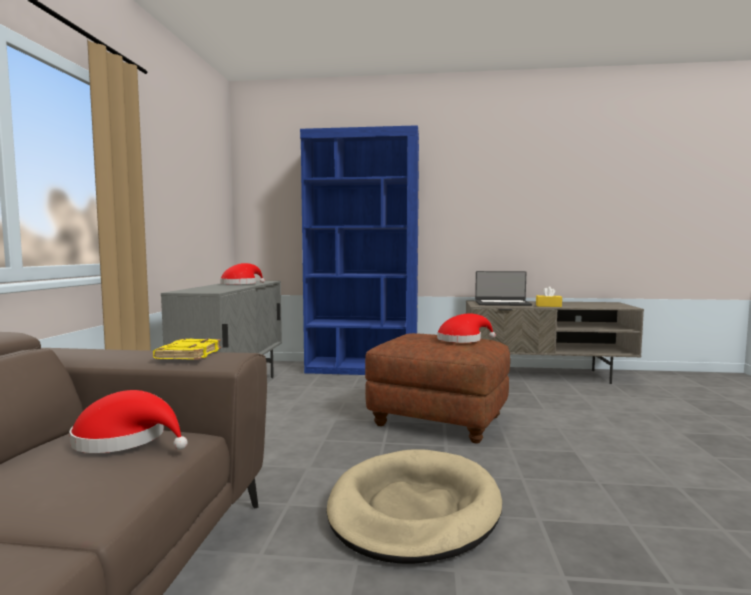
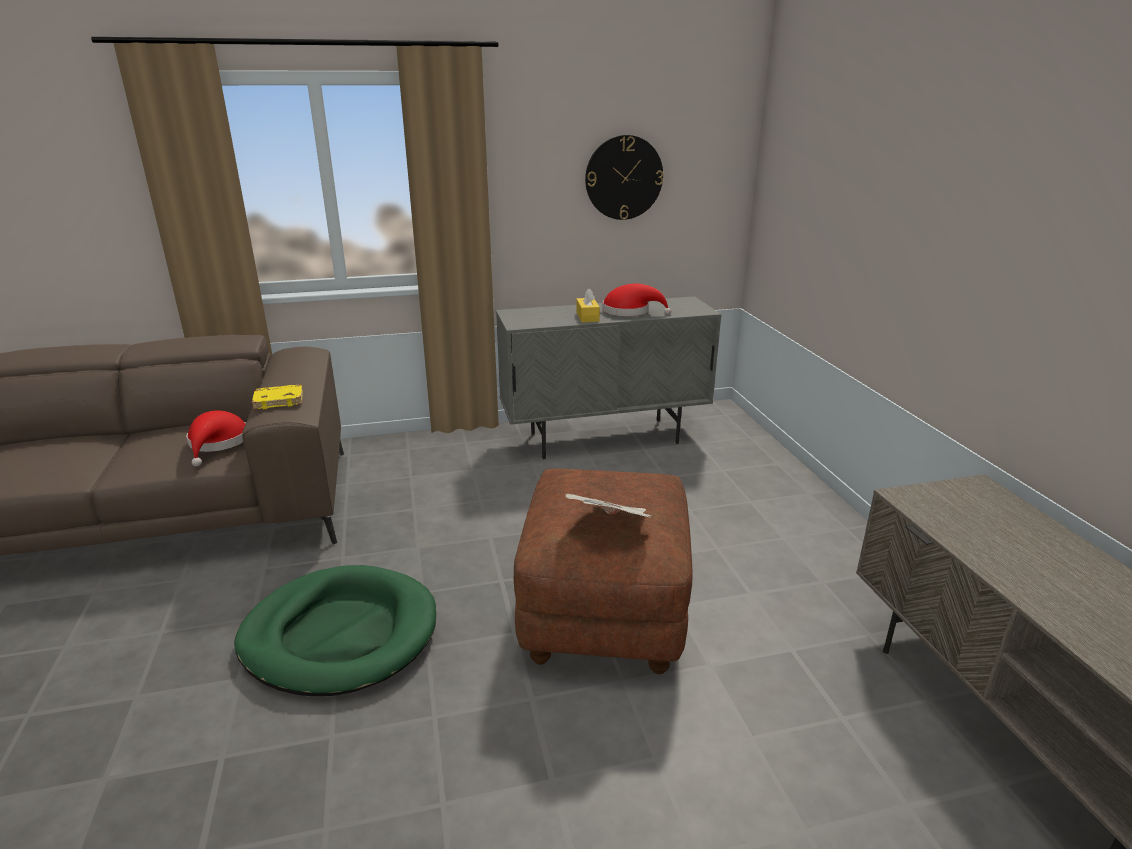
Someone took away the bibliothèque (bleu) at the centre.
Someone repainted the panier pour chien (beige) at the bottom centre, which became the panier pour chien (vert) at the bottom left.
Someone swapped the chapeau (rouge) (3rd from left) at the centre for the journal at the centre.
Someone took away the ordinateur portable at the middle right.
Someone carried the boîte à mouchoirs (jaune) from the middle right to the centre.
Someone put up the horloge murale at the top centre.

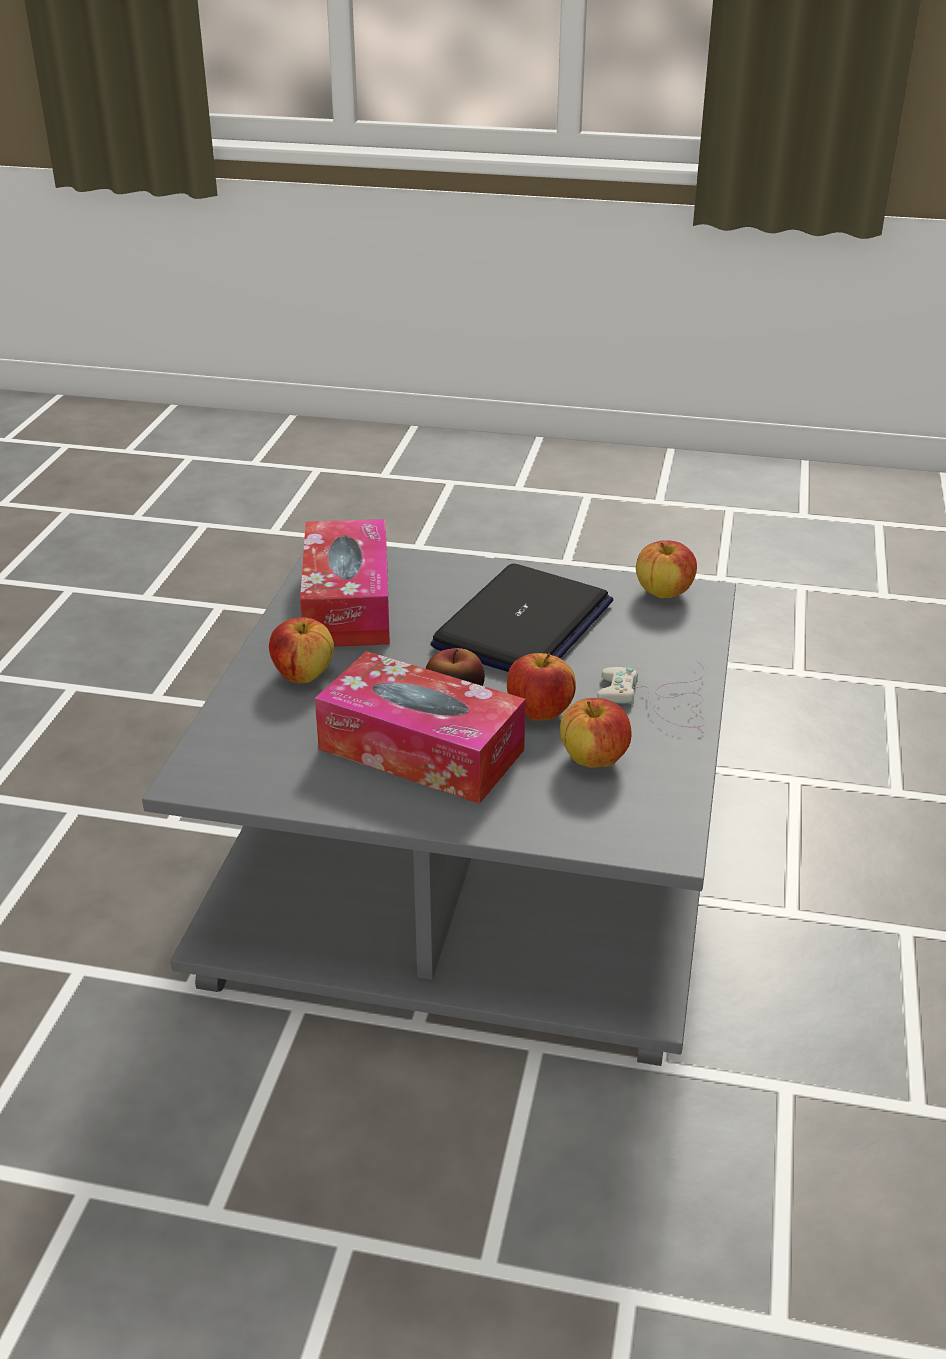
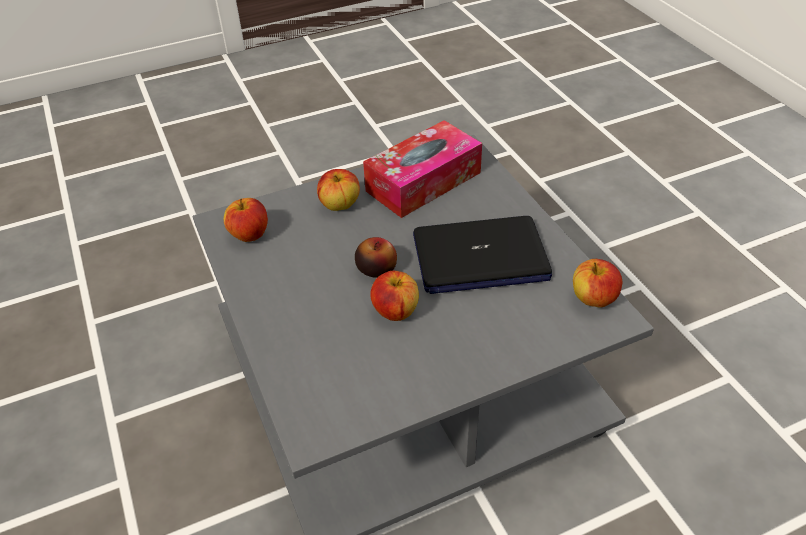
Someone took away the boîte à mouchoirs (2nd from left) at the centre.
Someone carried the pomme (4th from left in the first image) from the centre to the middle left.
Someone took away the manette (blanc) at the middle right.

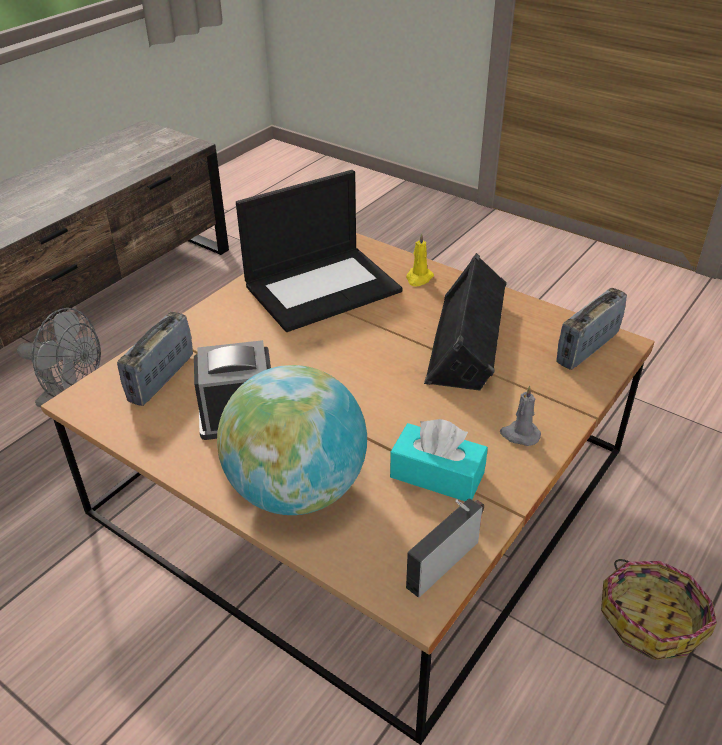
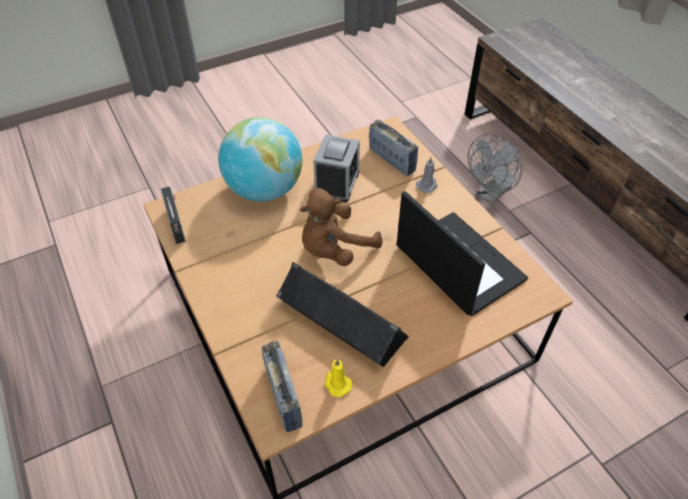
Someone rotated the ordinateur portable at the centre by 150 degrees clockwise.
Someone took away the boîte à mouchoirs (turquoise) at the centre.
Someone carried the bougie (jaune) from the centre to the bottom centre.
Someone carried the bougie (gris) from the middle right to the centre.
Someone took away the panier at the bottom right.
Someone put down the peluche (marron) at the centre.

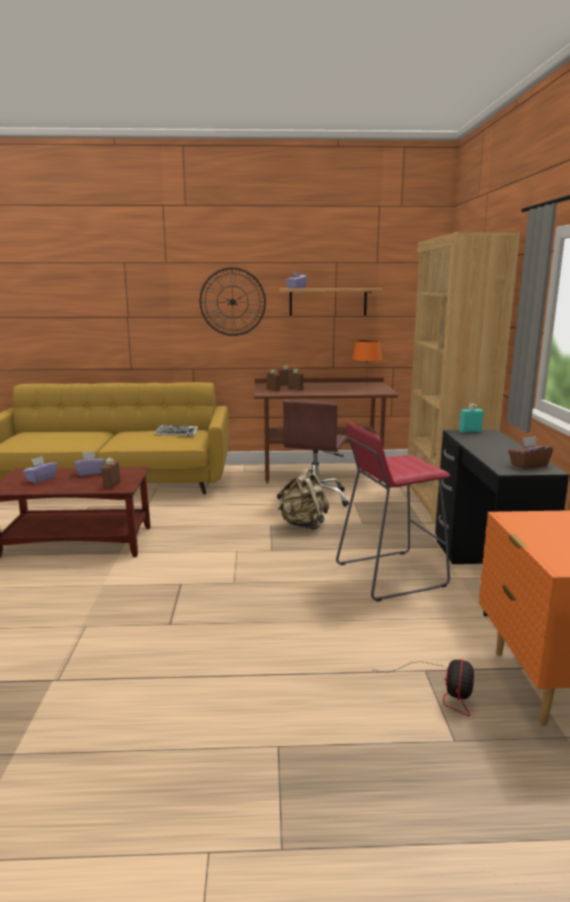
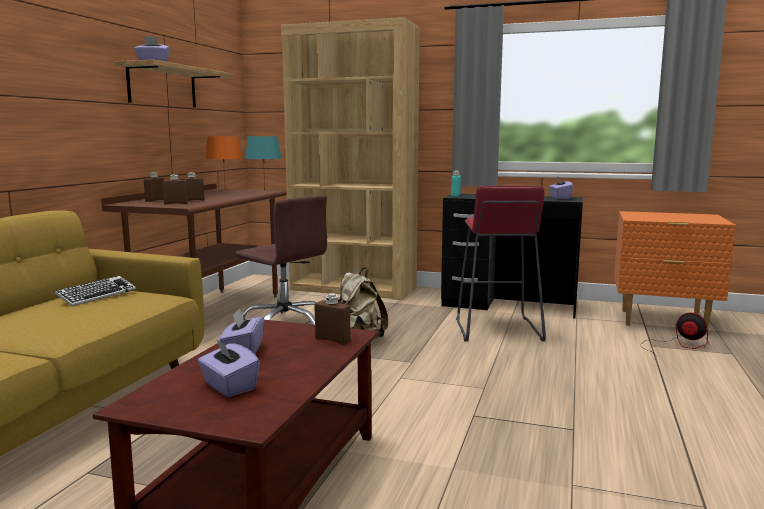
Someone took away the horloge murale at the centre.
Someone repainted the boîte à mouchoirs (marron) at the middle right, which became the boîte à mouchoirs (violet) (4th from left) at the middle right.
Someone put down the lampe de table (turquoise) at the top centre.

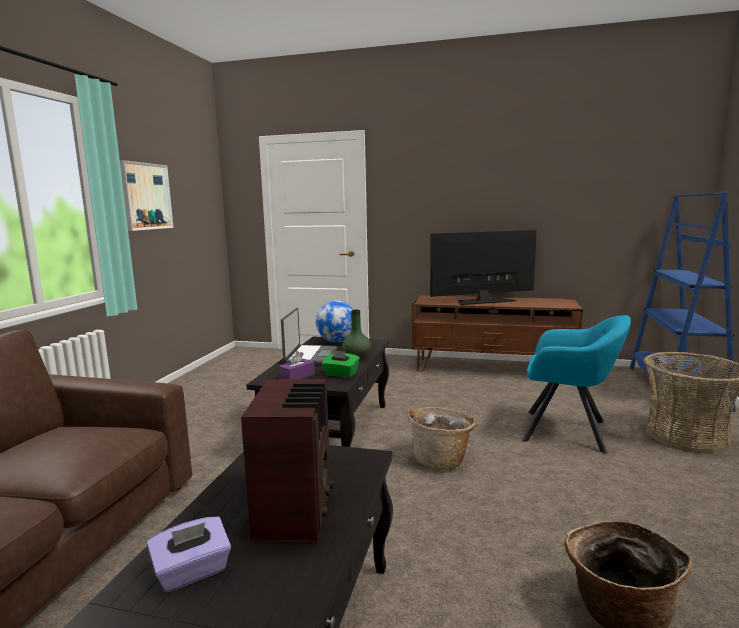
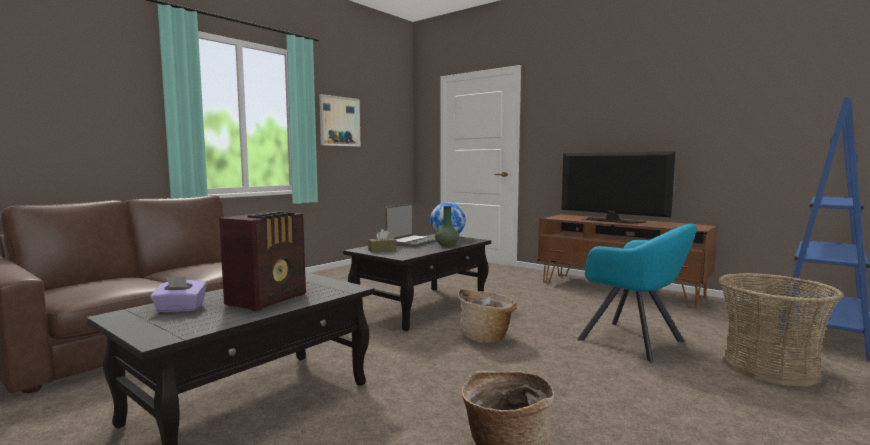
Someone repainted the boîte à mouchoirs (violet) (2nd from left) at the centre, which became the boîte à mouchoirs (marron) at the centre.
Someone took away the boîte à mouchoirs (vert) at the centre.
Someone rotated the téléviseur at the centre by 150 degrees counterclockwise.

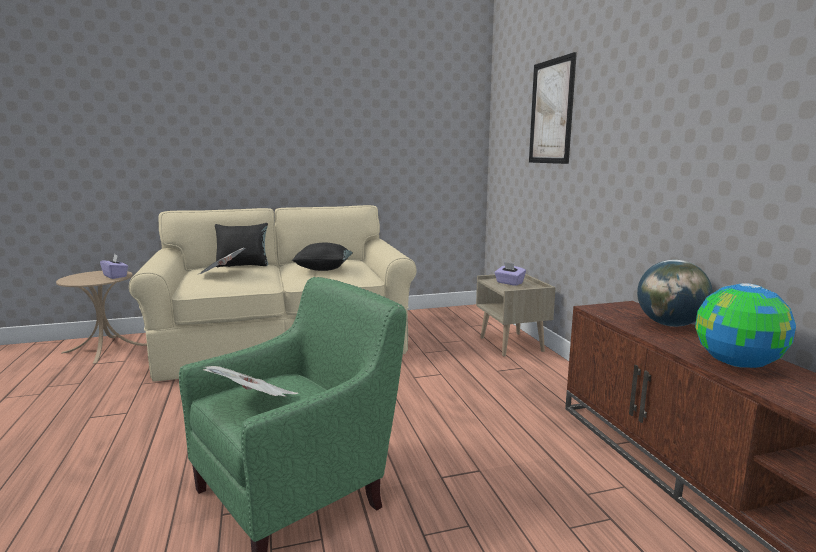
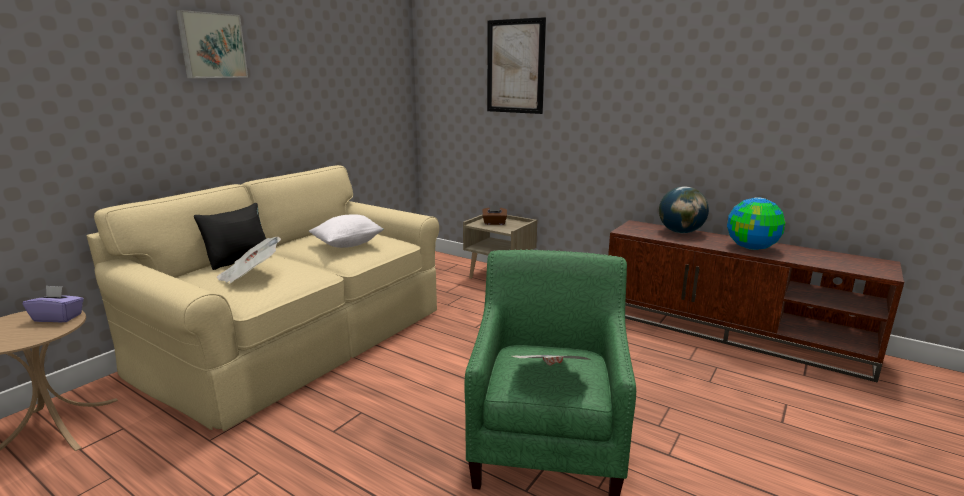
Someone repainted the coussin (noir) (2nd from left) at the centre, which became the coussin (blanc) at the centre.
Someone repainted the boîte à mouchoirs (violet) (2nd from left) at the centre, which became the boîte à mouchoirs (marron) at the centre.
Someone put up the tableau (1st from left) at the top left.

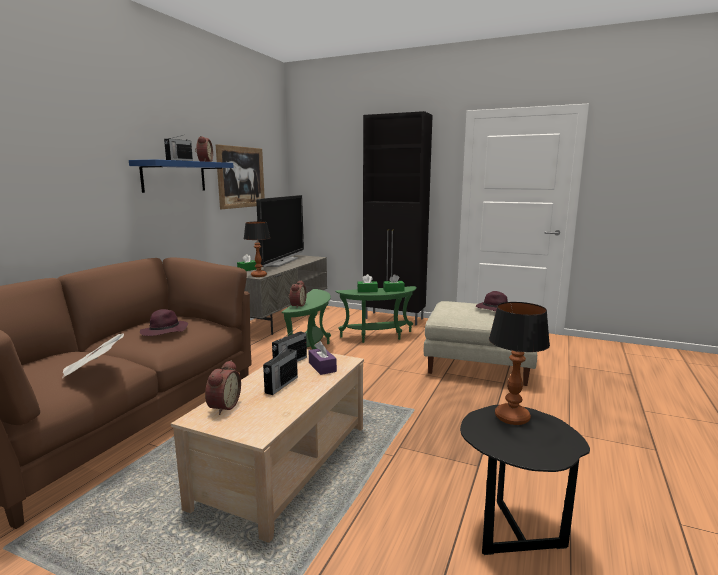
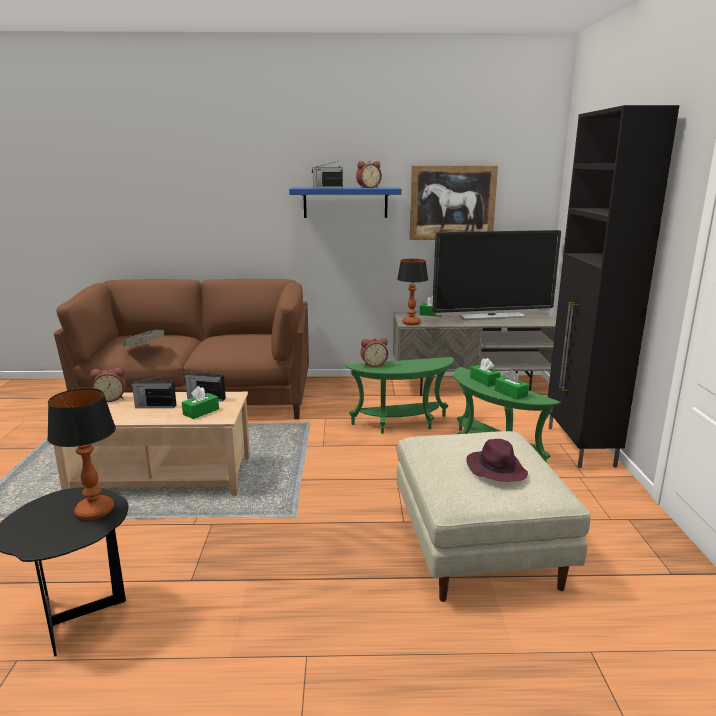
Someone took away the chapeau (violet) (1st from left) at the middle left.
Someone repainted the boîte à mouchoirs (violet) at the centre, which became the boîte à mouchoirs (vert) (1st from left) at the middle left.

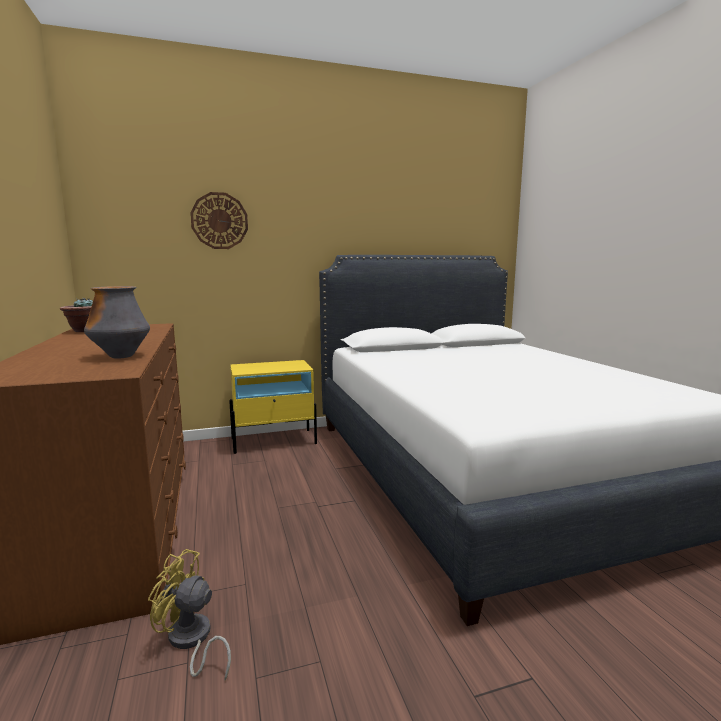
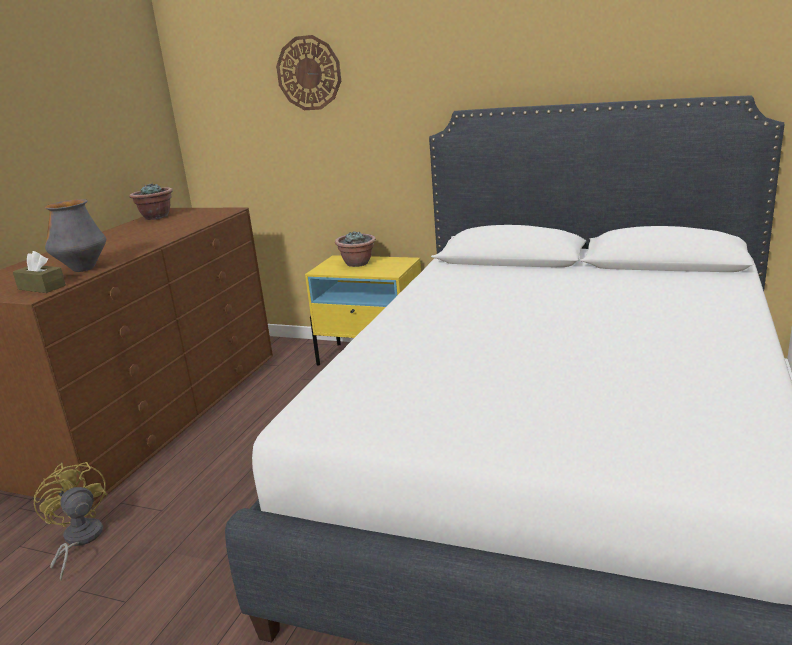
Someone put down the boîte à mouchoirs (marron) at the middle left.
Someone put down the plante en pot (2nd from left) at the centre.

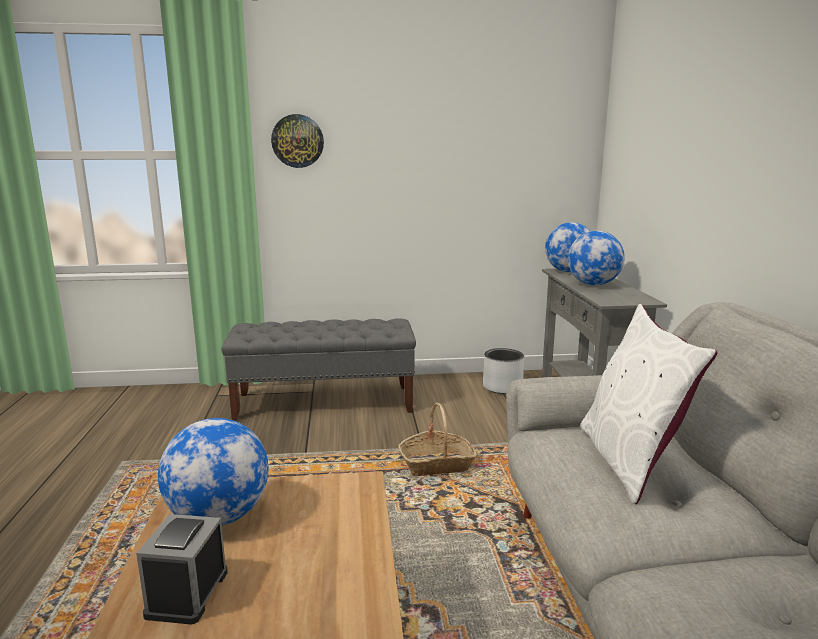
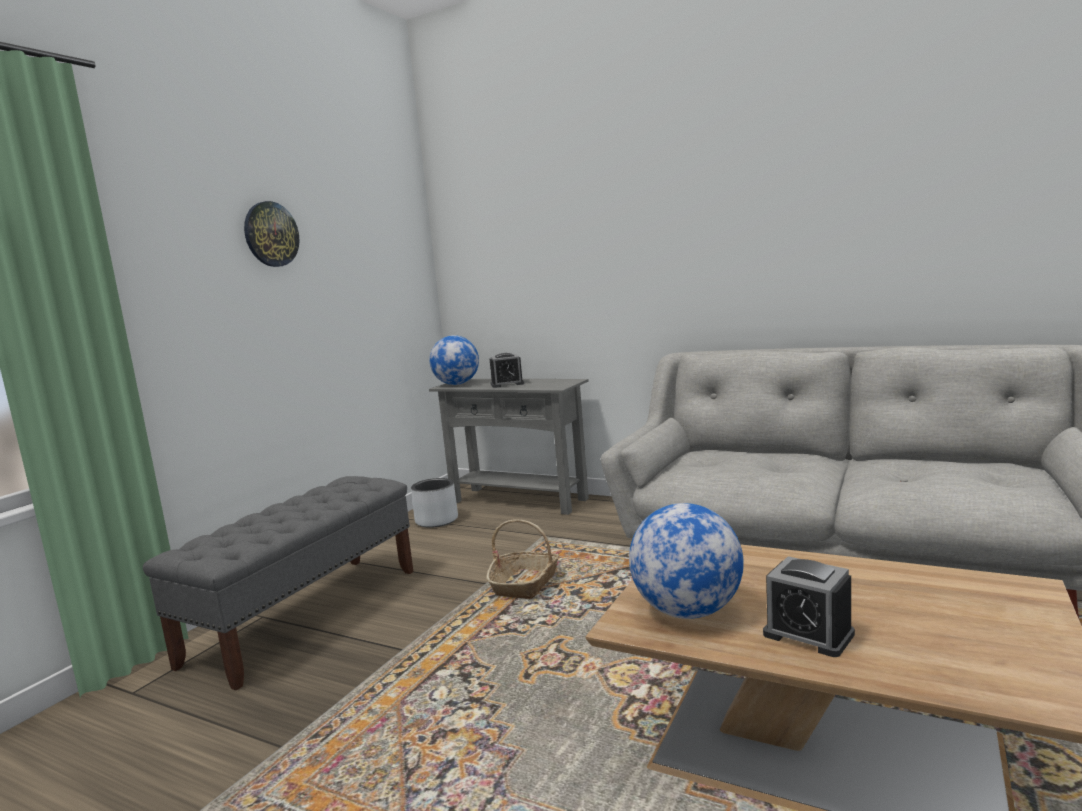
Someone carried the horloge murale from the top centre to the top left.
Someone swapped the globe (3rd from left) at the middle right for the réveil (1st from left) at the centre.
Someone took away the coussin (blanc) at the middle right.

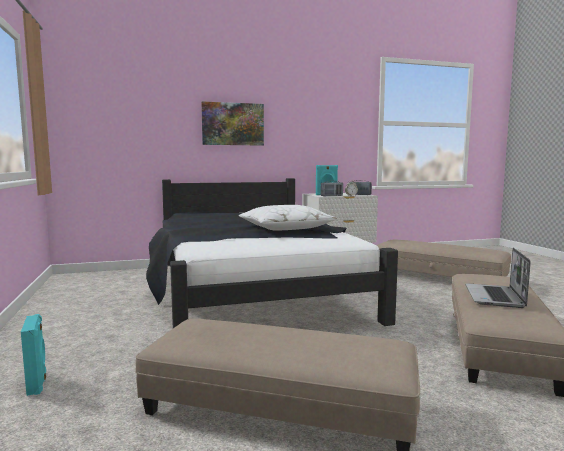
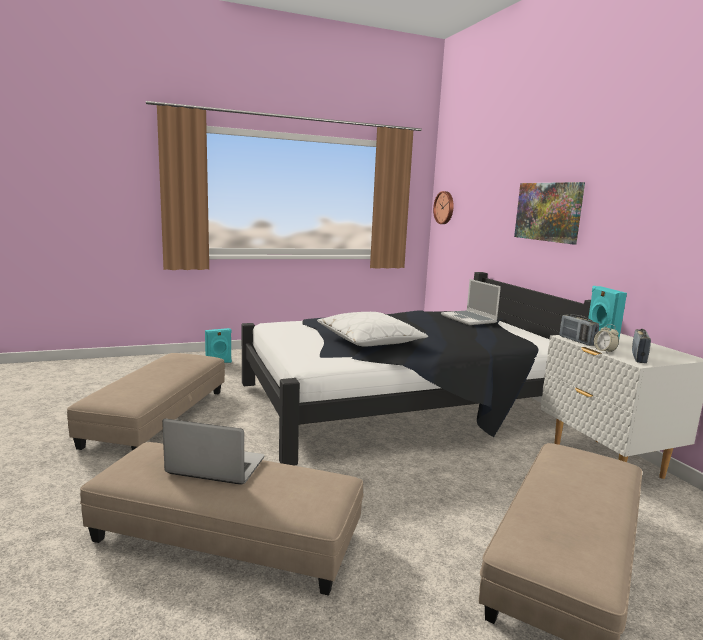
Someone put up the horloge murale at the top centre.
Someone put down the ordinateur portable (2nd from left) at the middle right.

